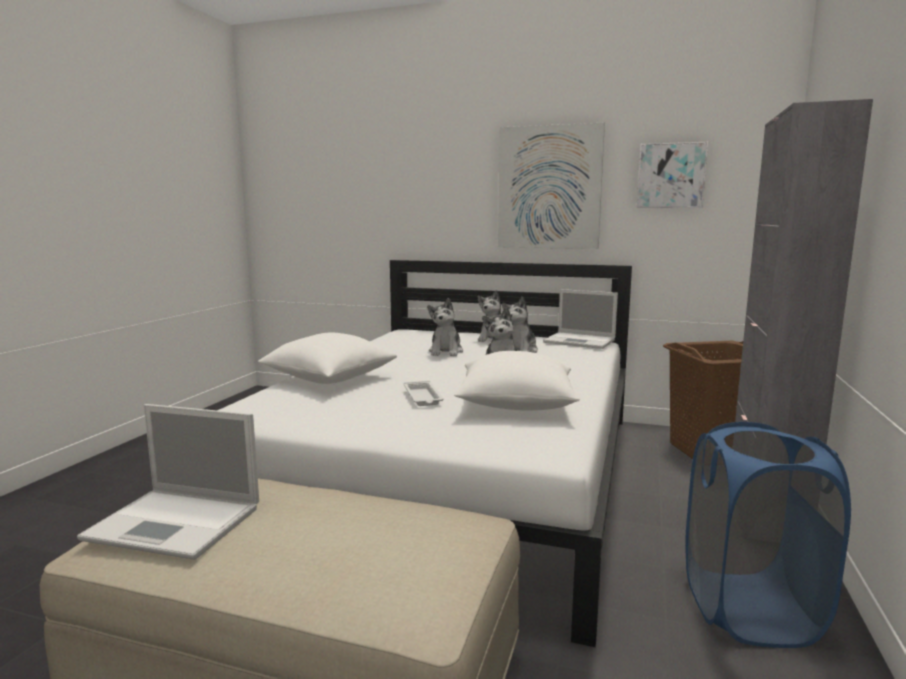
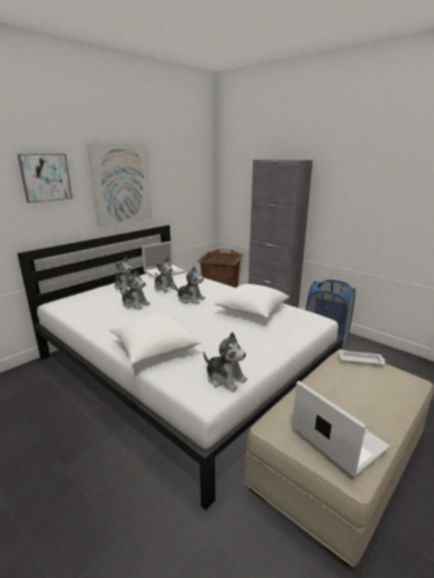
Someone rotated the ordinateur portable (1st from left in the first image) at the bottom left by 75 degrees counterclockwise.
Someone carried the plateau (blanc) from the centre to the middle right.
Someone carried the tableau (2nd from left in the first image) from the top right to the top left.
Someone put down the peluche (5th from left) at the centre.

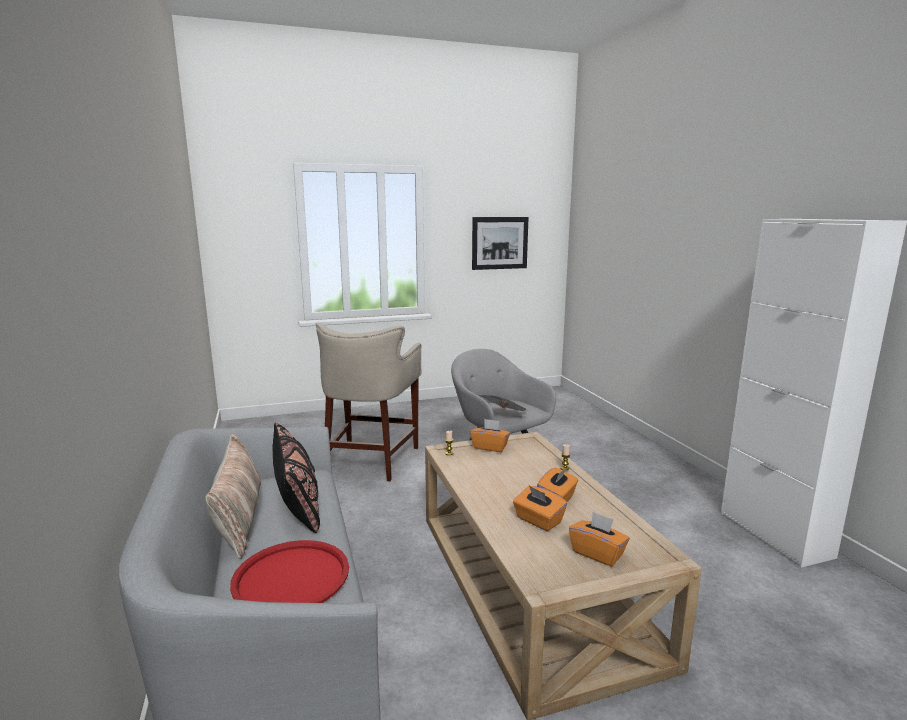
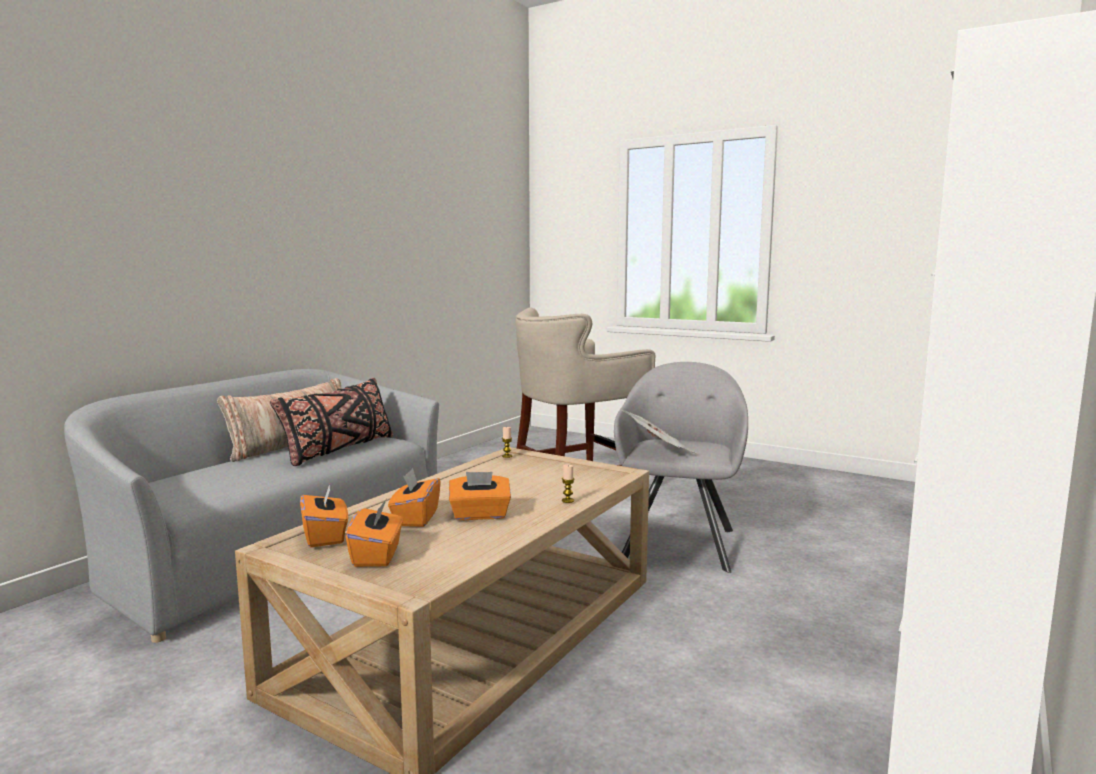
Someone took away the plateau (rouge) at the bottom left.
Someone carried the boîte à mouchoirs (orange) (1st from left) from the centre to the middle left.
Someone took away the tableau at the centre.

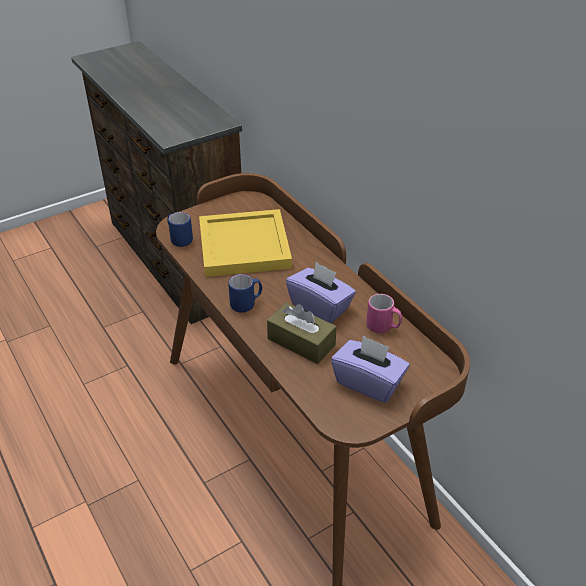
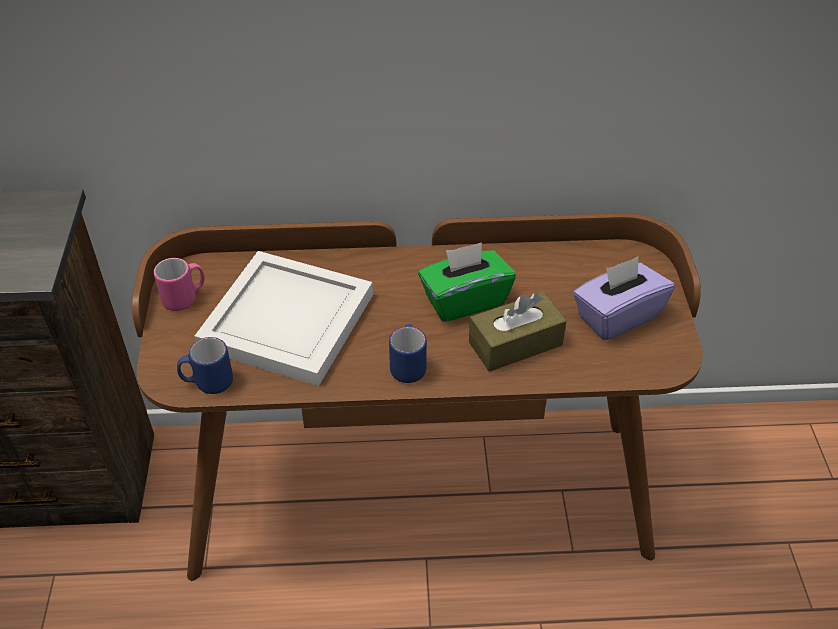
Someone repainted the plateau (jaune) at the centre, which became the plateau (blanc) at the centre.
Someone repainted the boîte à mouchoirs (violet) (1st from left) at the centre, which became the boîte à mouchoirs (vert) at the centre.
Someone carried the mug (rose) from the centre to the middle left.

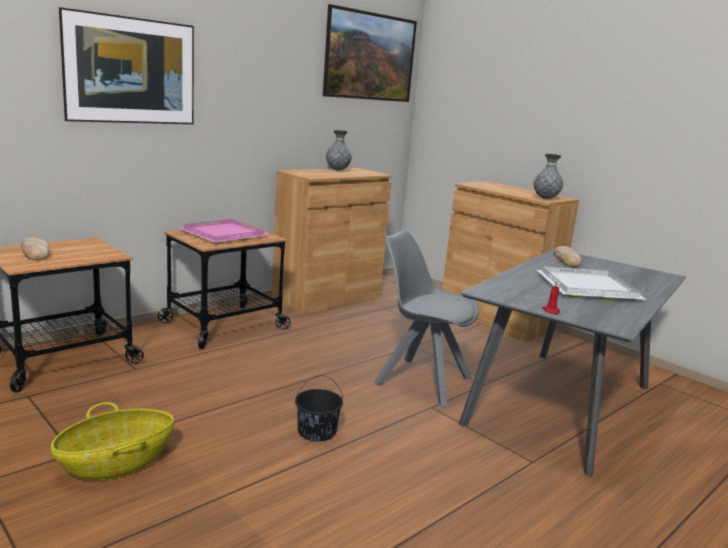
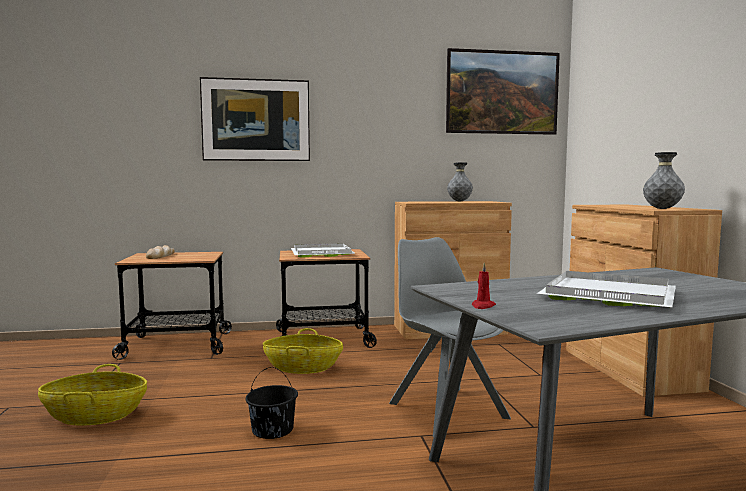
Someone repainted the plateau (rose) at the middle left, which became the plateau (blanc) (1st from left) at the centre.
Someone took away the pain (2nd from left) at the middle right.
Someone put down the panier (2nd from left) at the bottom centre.

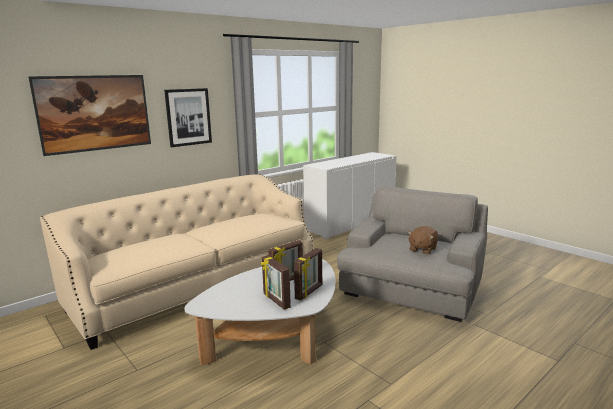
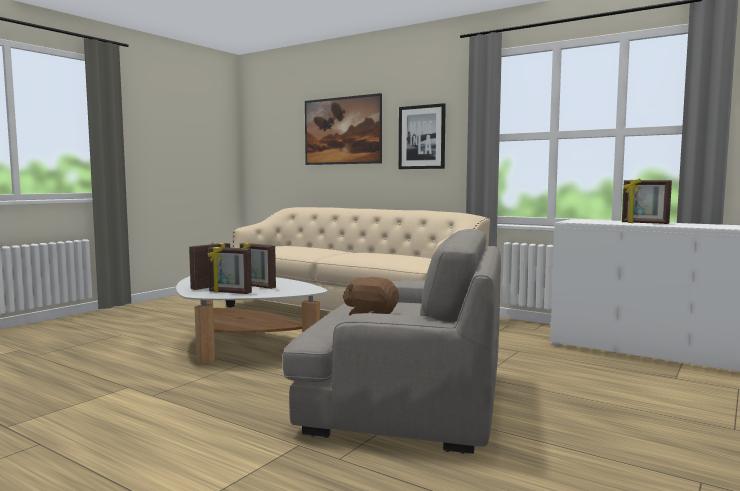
Someone put down the cadre photo (4th from left) at the middle right.

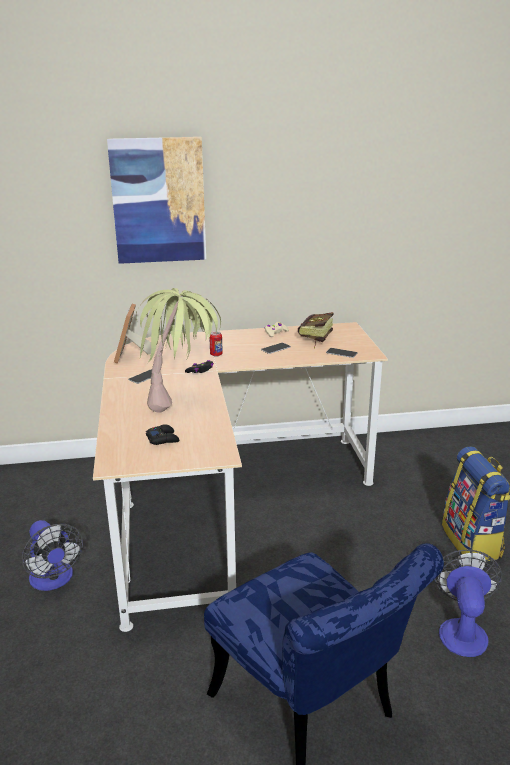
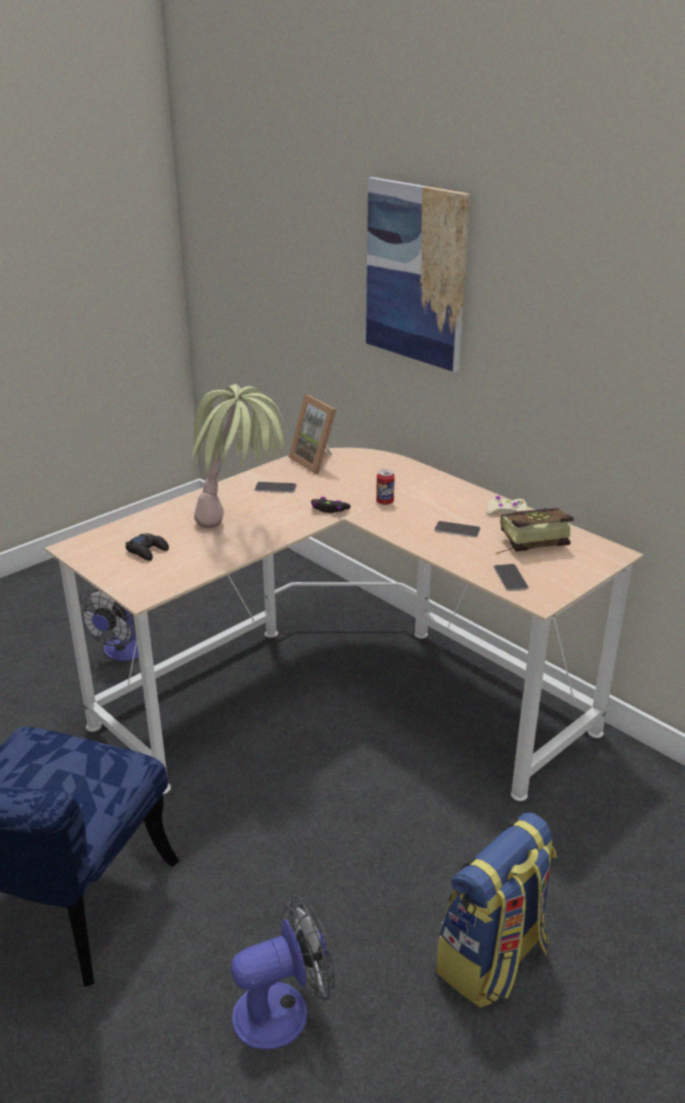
Someone rotated the cadre photo at the middle left by 90 degrees counterclockwise.

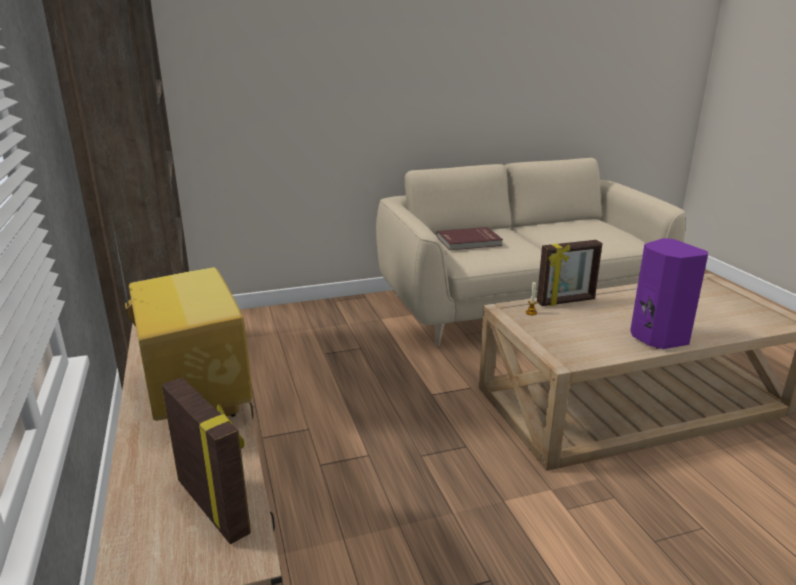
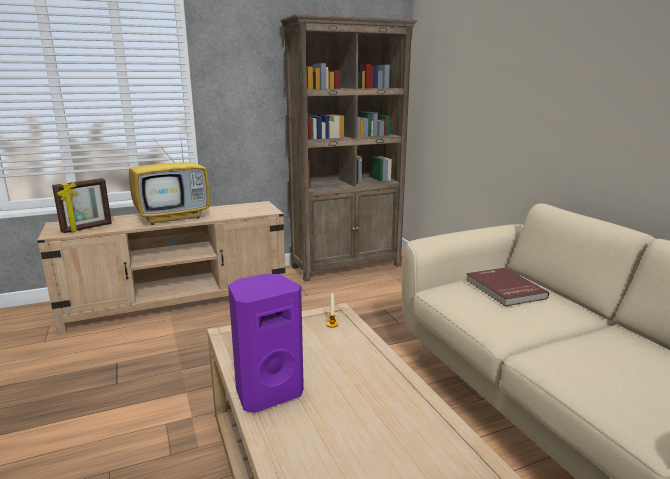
Someone took away the cadre photo (2nd from left) at the middle right.

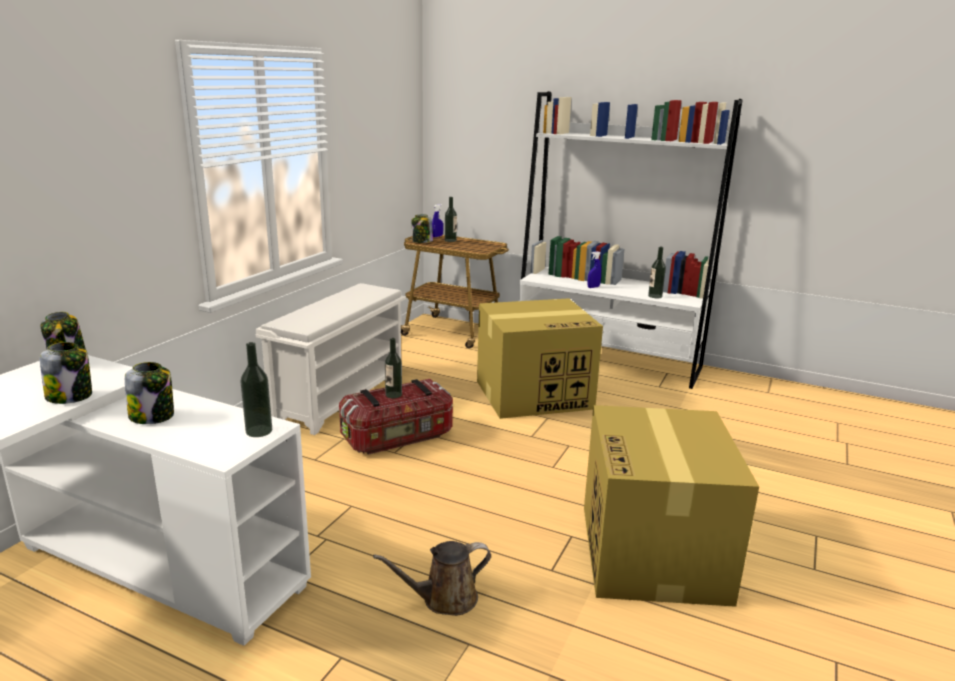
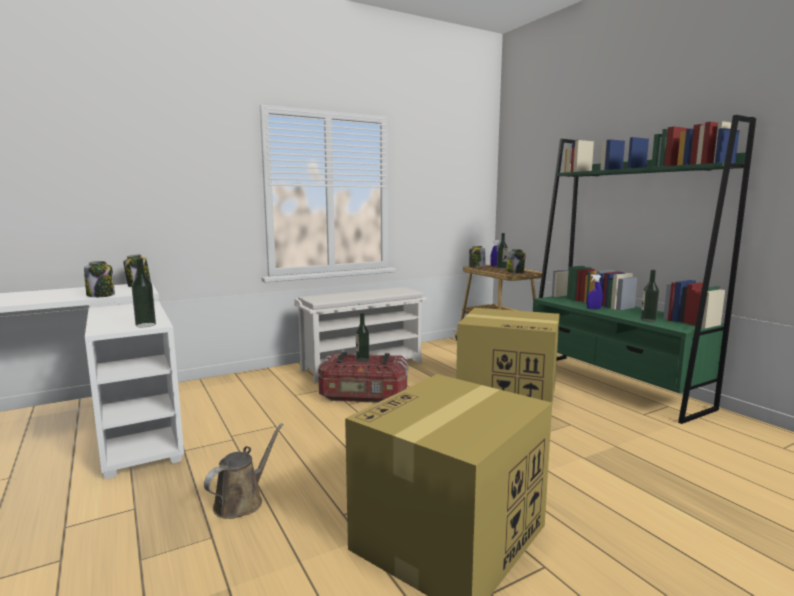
Someone carried the bocal (3rd from left in the first image) from the middle left to the centre.
Someone rotated the arrosoir (marron) at the bottom centre by 105 degrees clockwise.
Someone repainted the bibliothèque (blanc) at the centre, which became the bibliothèque (vert) at the middle right.

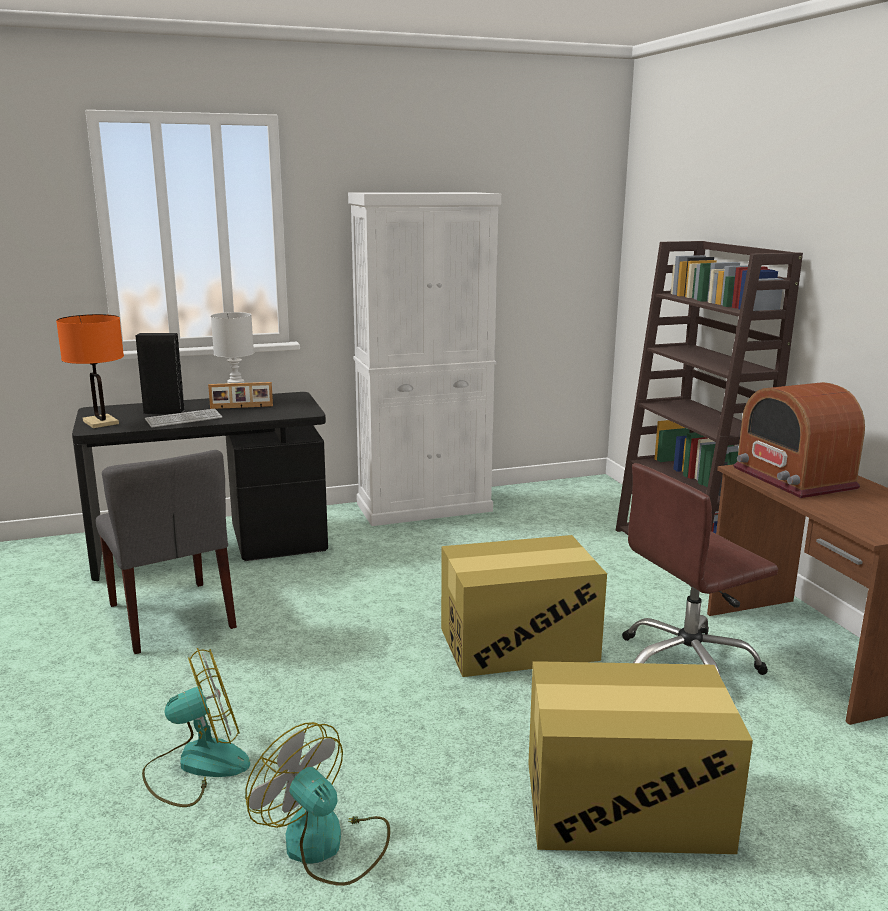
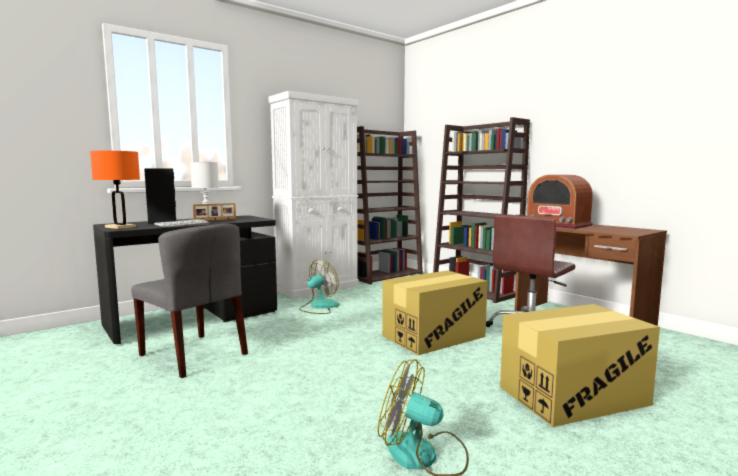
Someone carried the ventilateur (1st from left) from the bottom left to the centre.
Someone put down the bibliothèque (marron) (1st from left) at the centre.

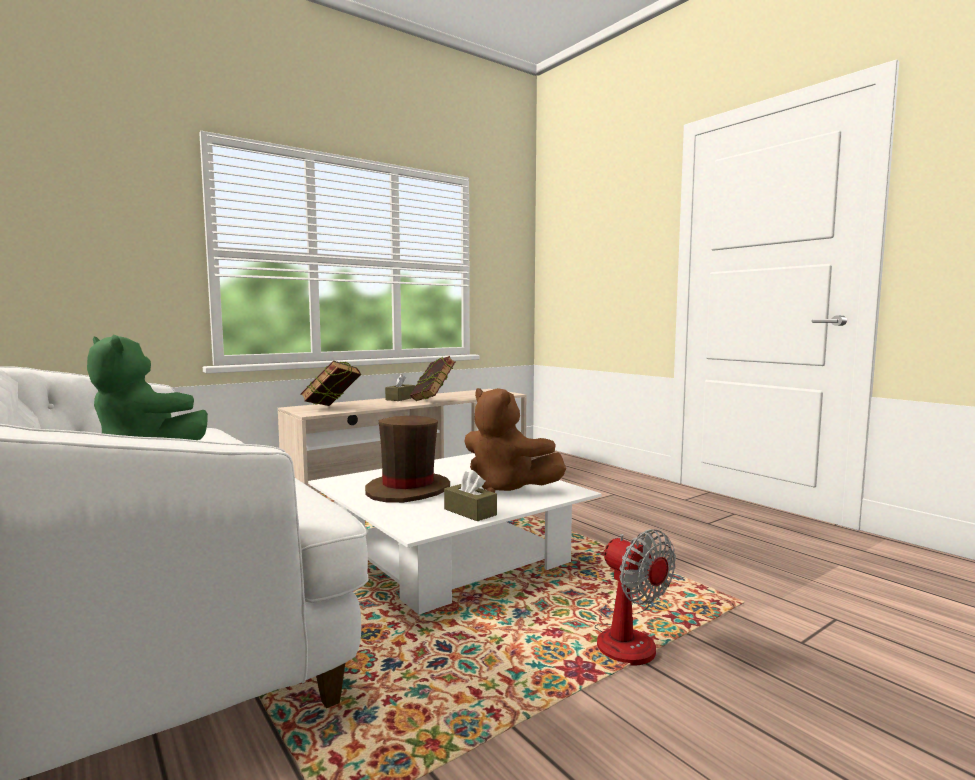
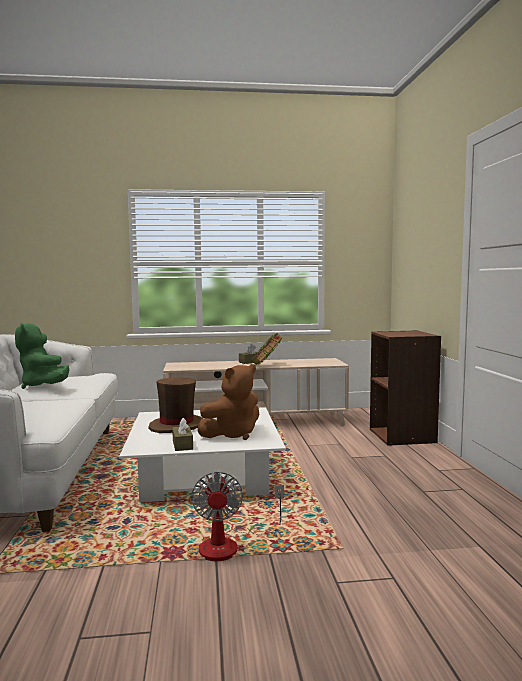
Someone took away the livre (1st from left) at the centre.
Someone rotated the peluche (marron) at the centre by 105 degrees counterclockwise.
Someone put down the bibliothèque (marron) at the middle right.

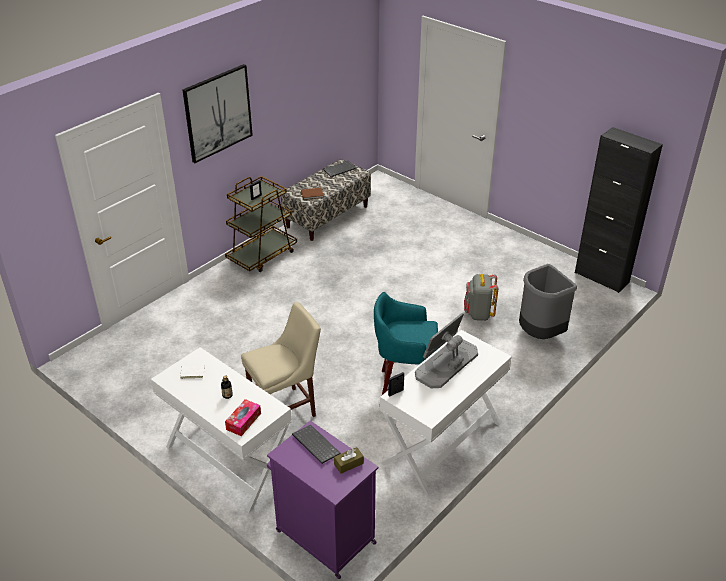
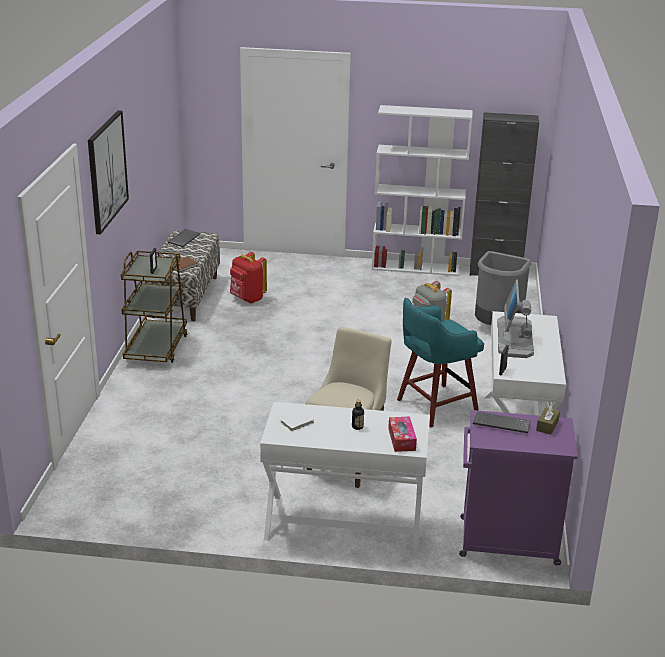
Someone put down the sac à dos (rouge) at the centre.
Someone put down the bibliothèque (blanc) at the top centre.

